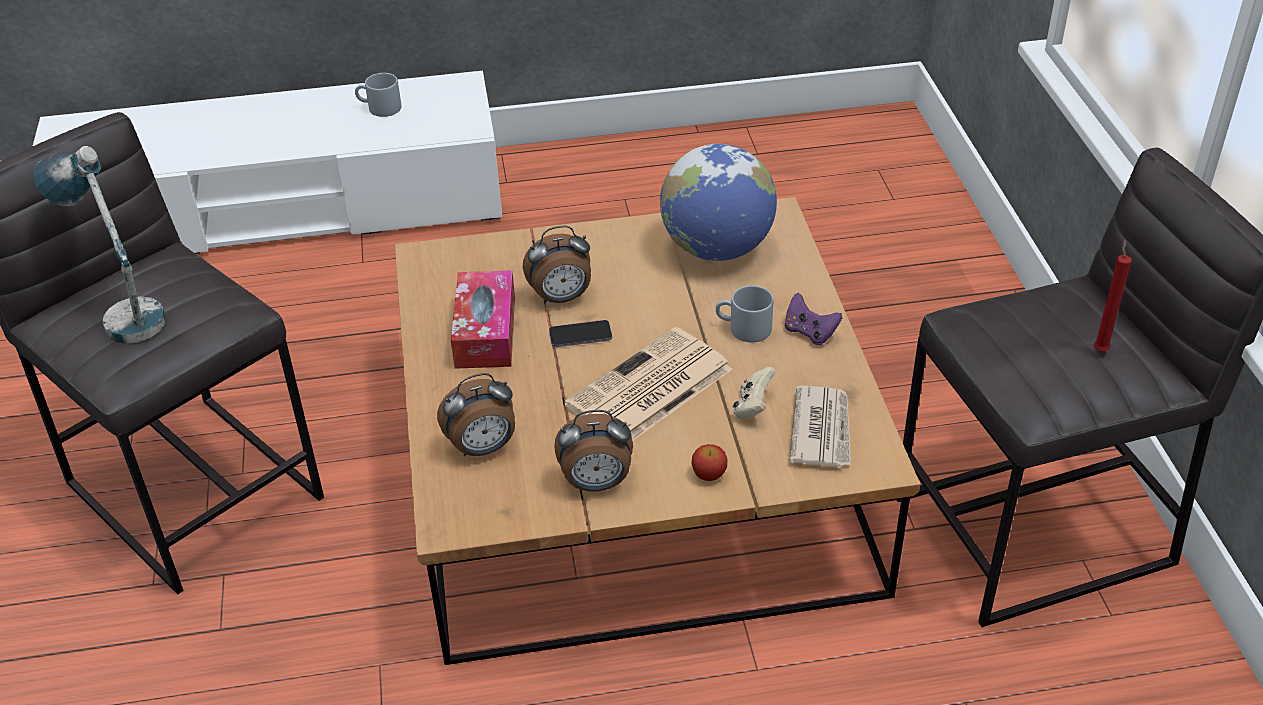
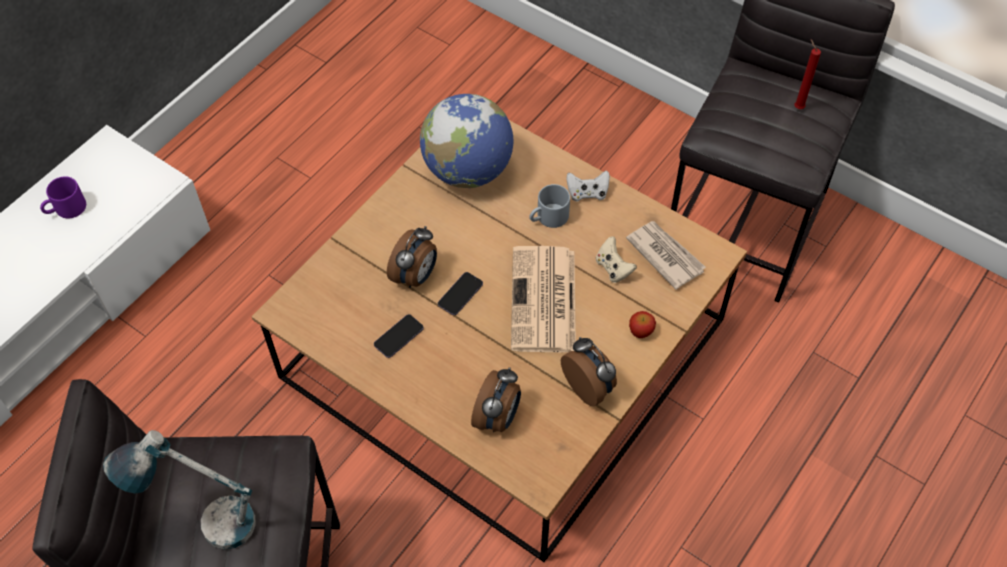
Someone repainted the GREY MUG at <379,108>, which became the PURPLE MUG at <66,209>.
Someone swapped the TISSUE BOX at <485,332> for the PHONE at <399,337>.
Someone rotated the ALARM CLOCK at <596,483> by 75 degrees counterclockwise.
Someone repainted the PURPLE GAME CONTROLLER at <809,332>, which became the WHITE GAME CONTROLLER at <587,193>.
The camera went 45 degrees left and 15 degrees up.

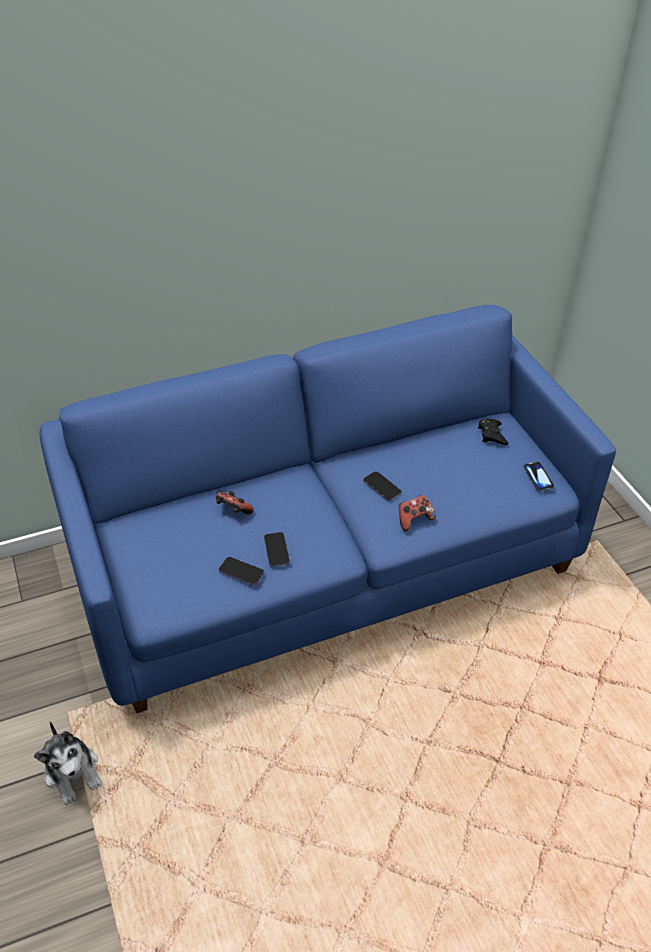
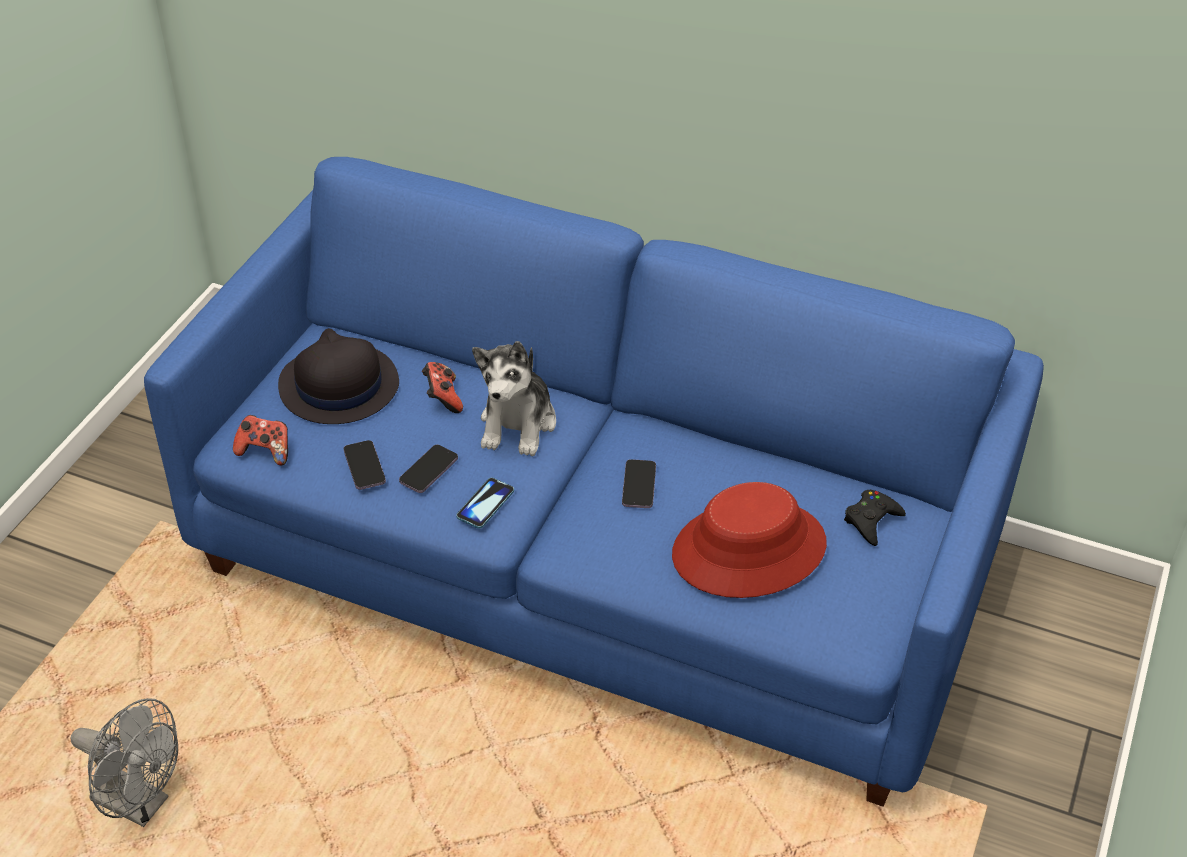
Someone put down the GREY FAN at <140,804>.
Someone carried the GAME CONTROLLER from <414,519> to <265,451>.
Someone put down the BLACK HAT at <338,385>.
Someone carried the PHONE from <538,477> to <485,504>.
Someone carried the PLUSH TOY from <73,772> to <518,424>.
Someone put down the RED HAT at <749,550>.
The camera went 45 degrees right and 0 degrees up.

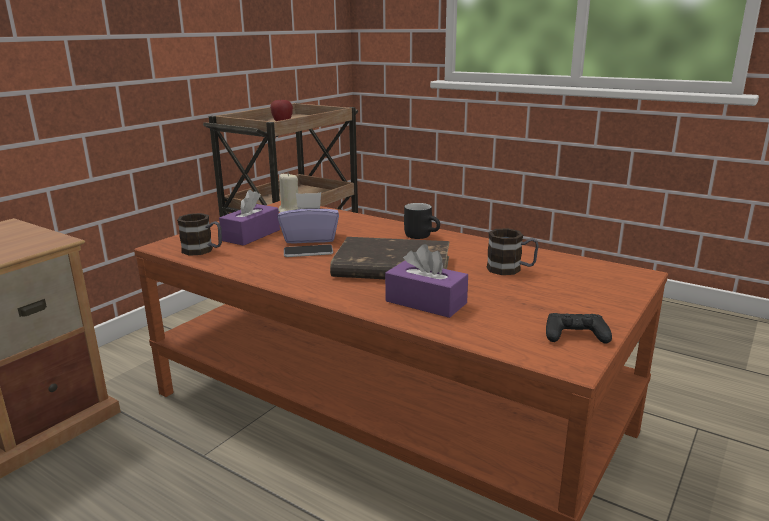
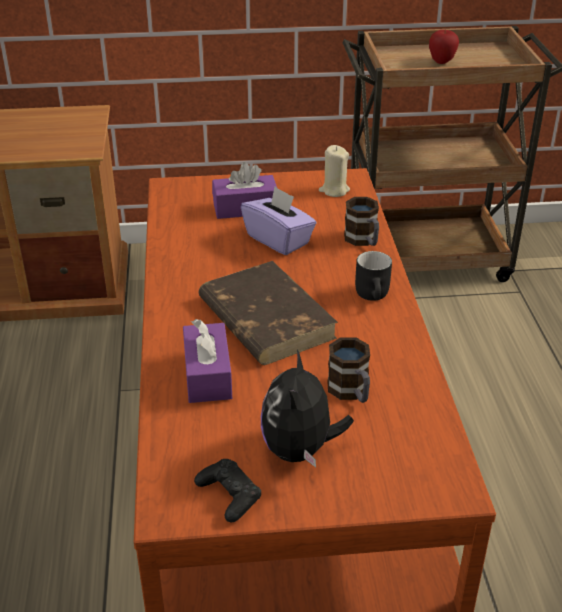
Someone put down the PLUSH TOY at <300,450>.
Someone carried the MUG from <203,250> to <363,241>.
Someone took away the PHONE at <308,252>.
The camera went 50 degrees right and 15 degrees up.

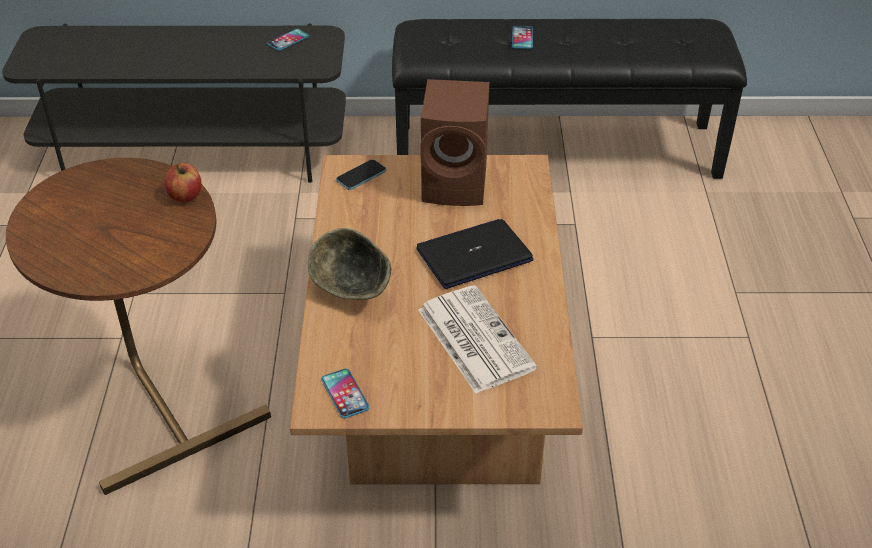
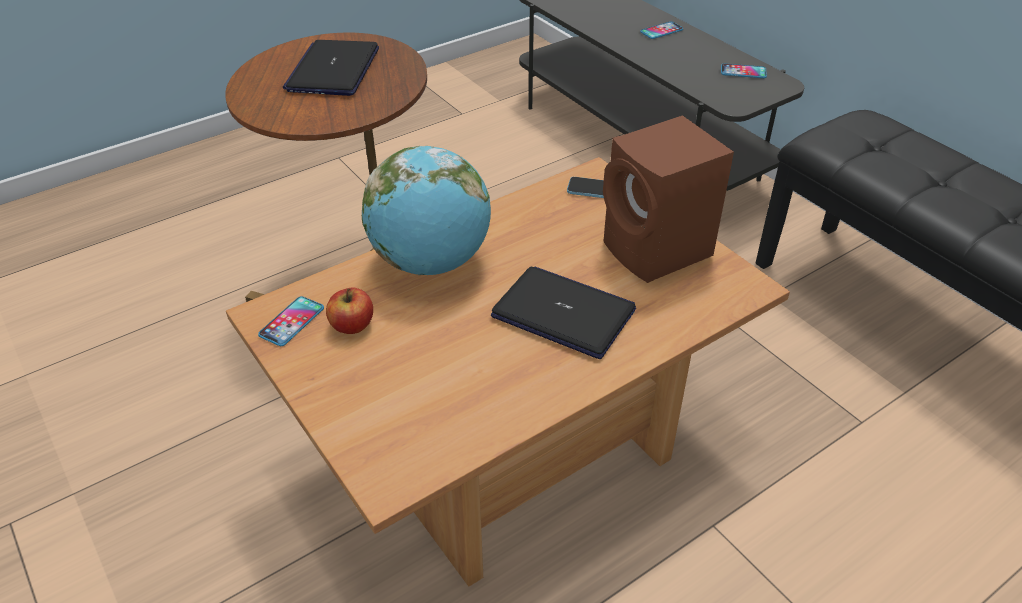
Someone put down the LAPTOP at <333,70>.
Someone carried the APPLE from <185,196> to <352,325>.
Someone swapped the BOWL at <353,292> for the GLOBE at <431,262>.
Someone carried the PHONE from <522,38> to <661,31>.
Someone took away the NEWSPAPER at <473,338>.
The camera went 55 degrees right and 0 degrees up.

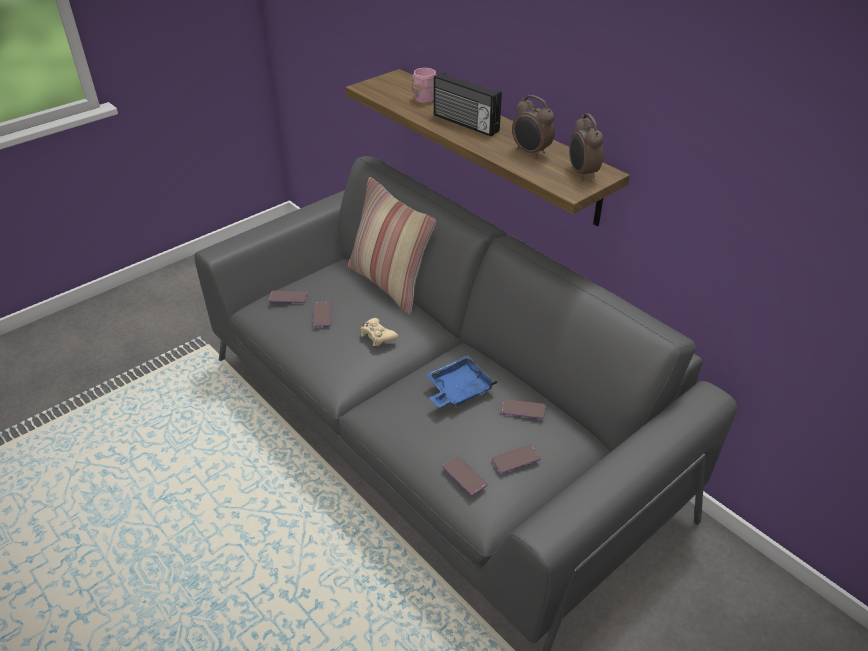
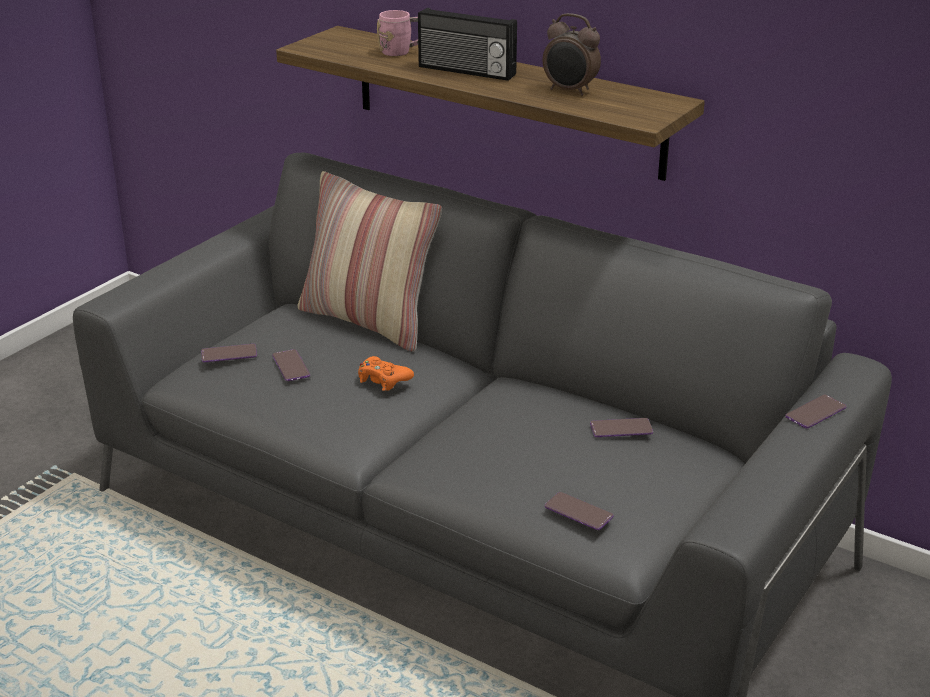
Someone repainted the BEIGE GAME CONTROLLER at <377,336>, which became the ORANGE GAME CONTROLLER at <383,379>.
Someone carried the PHONE from <516,459> to <815,412>.
Someone took away the BLUE TRAY at <458,390>.
Someone took away the ALARM CLOCK at <581,173>.
The camera went 15 degrees left and 10 degrees down.

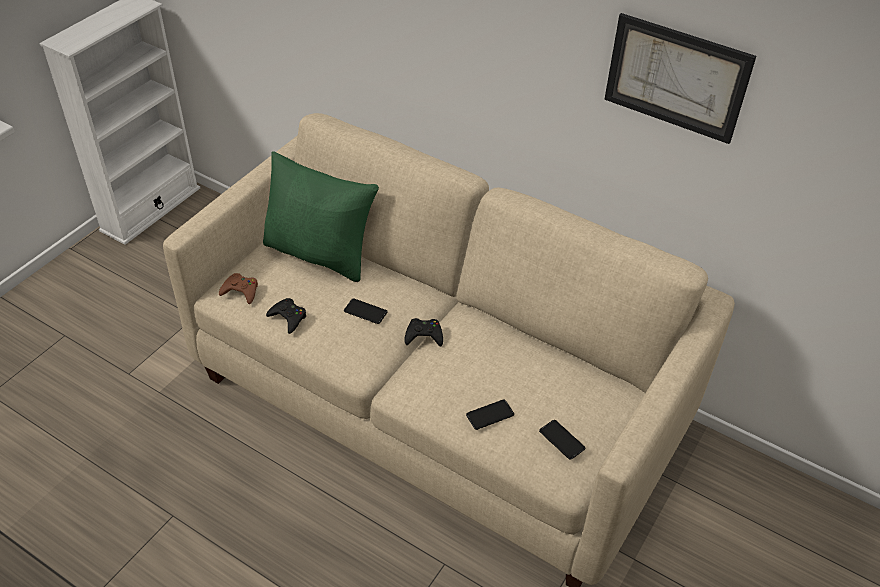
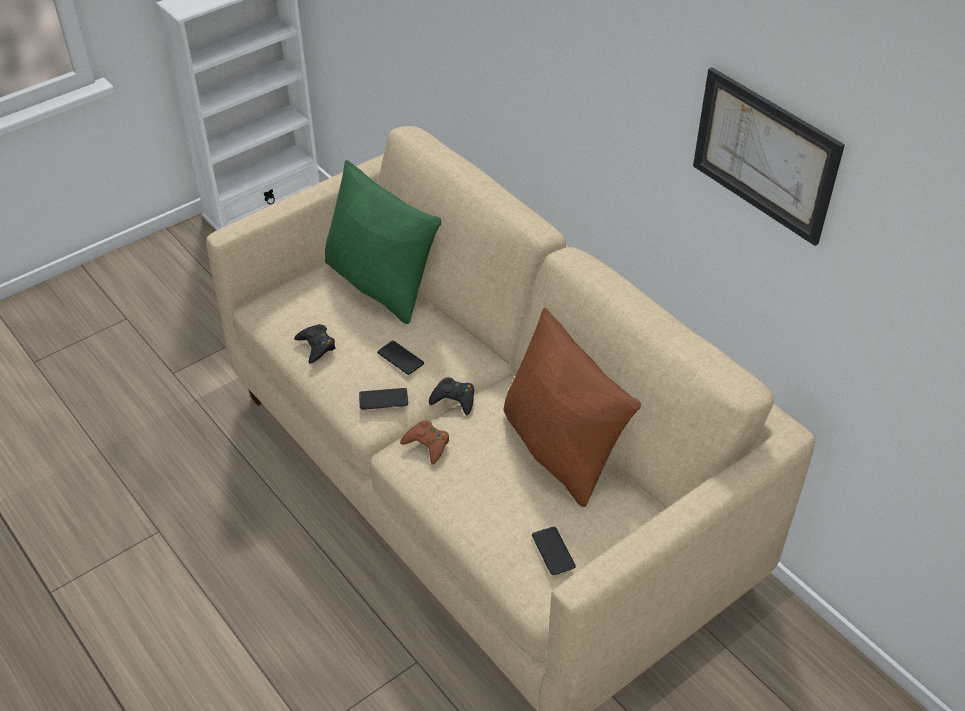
Someone carried the PHONE from <490,415> to <383,399>.
Someone carried the BROWN GAME CONTROLLER from <241,291> to <427,444>.
Someone put down the BROWN PILLOW at <561,450>.
The camera went 20 degrees right and 0 degrees up.

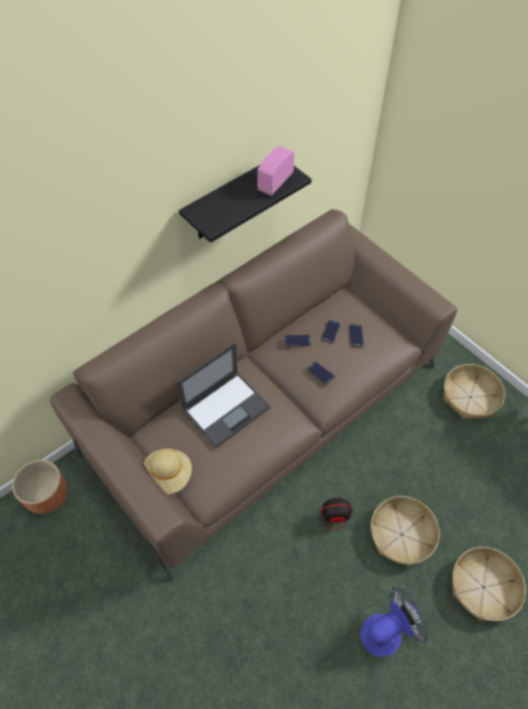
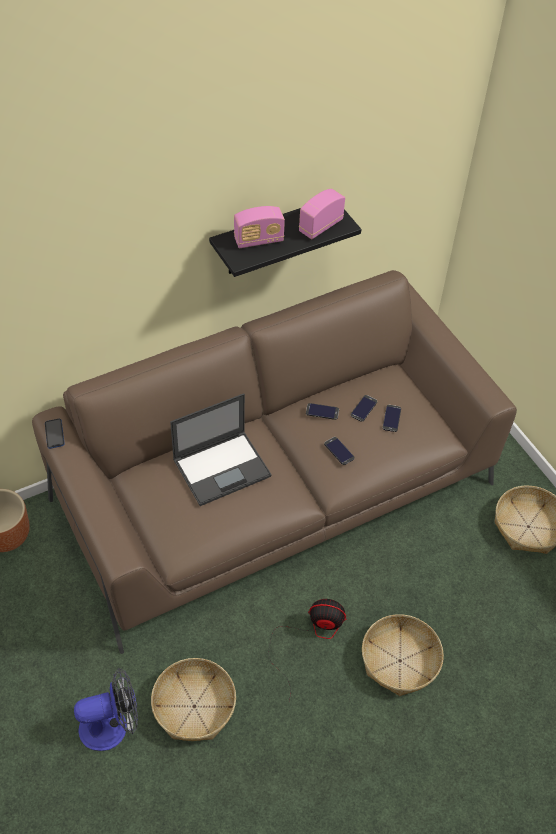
Someone put down the PHONE at <54,434>.
Someone carried the FAN from <387,630> to <112,725>.
Someone carried the BASKET from <483,587> to <194,706>.
Someone put down the RADIO at <258,240>.
Someone took away the BEIGE HAT at <168,476>.
The camera went 10 degrees right and 5 degrees down.

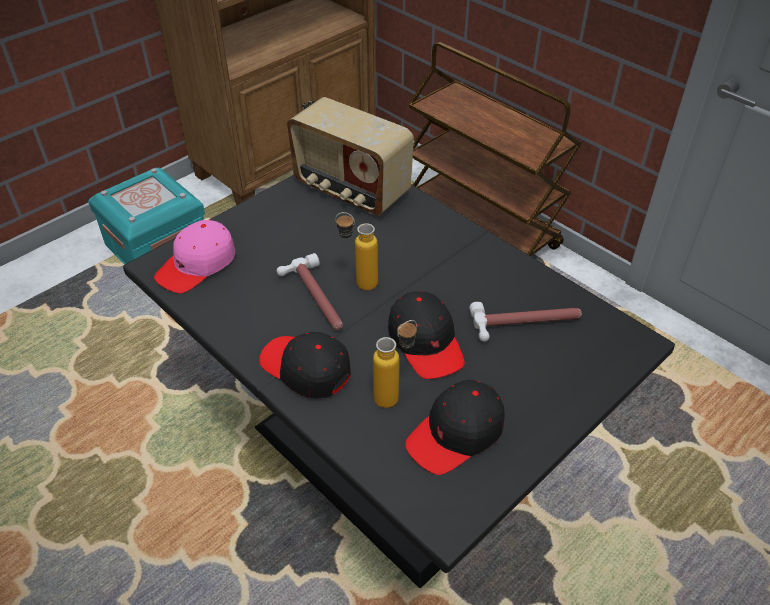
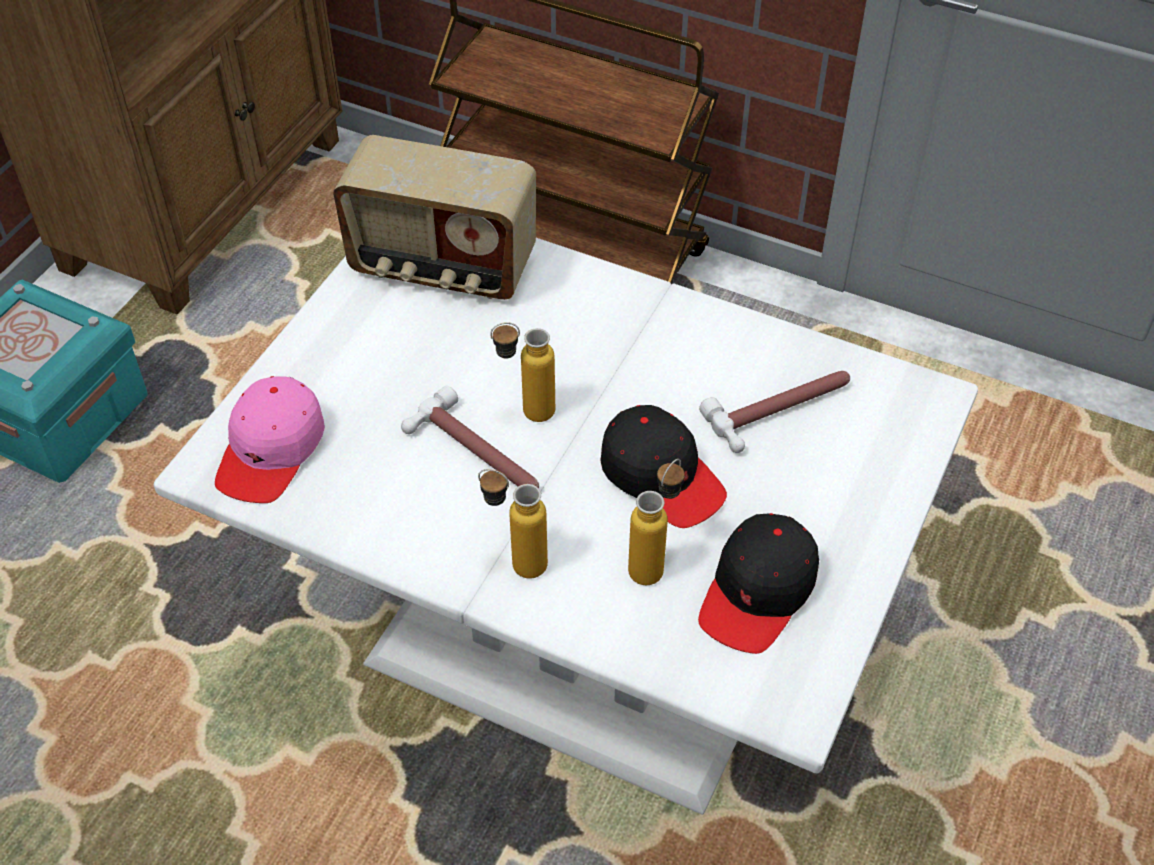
Someone repainted the BLACK DINING TABLE at <385,456>, which became the WHITE DINING TABLE at <577,647>.
Someone swapped the BLACK CAP at <305,369> for the BOTTLE at <515,562>.
The camera went 20 degrees left and 5 degrees up.

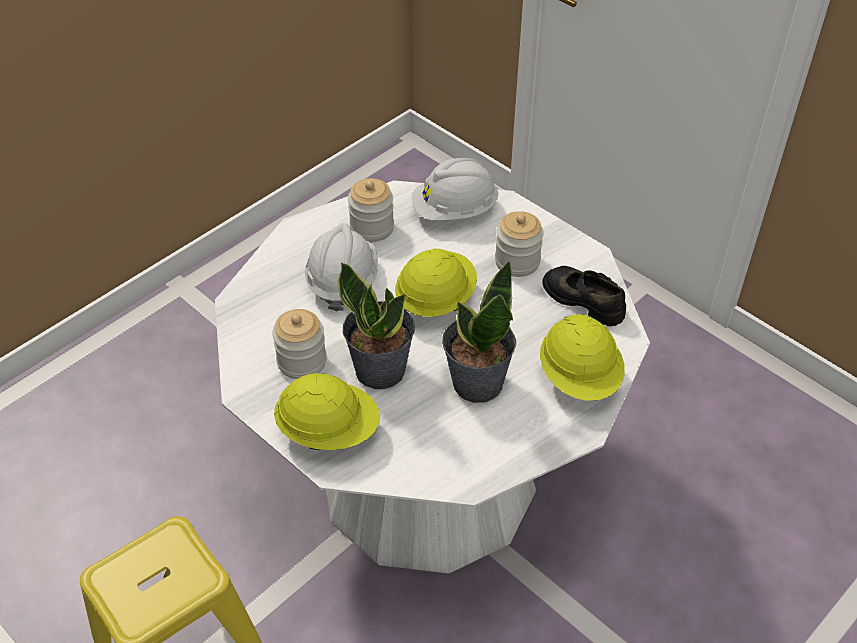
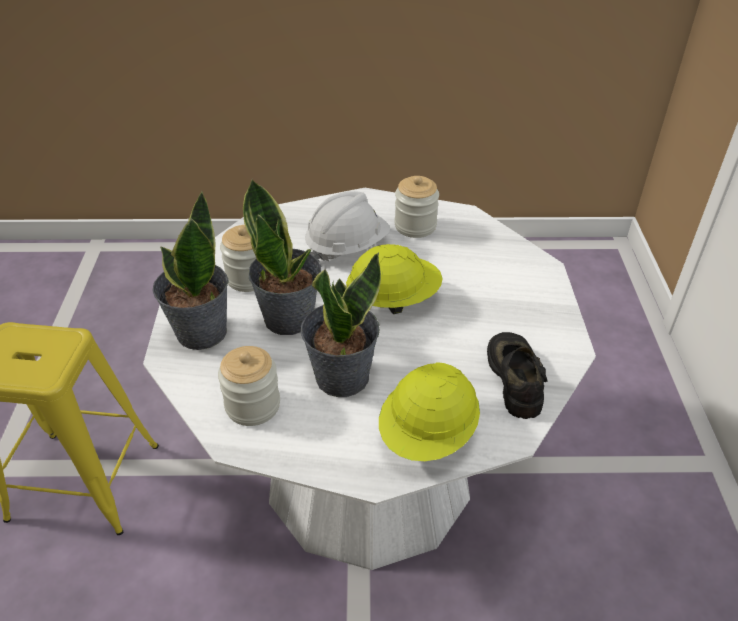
Someone swapped the YELLOW HARD HAT at <329,430> for the POTTED PLANT at <200,332>.
Someone carried the JAR from <517,262> to <253,405>.
Someone took away the WHITE HARD HAT at <454,211>.
The camera went 45 degrees right and 5 degrees down.

